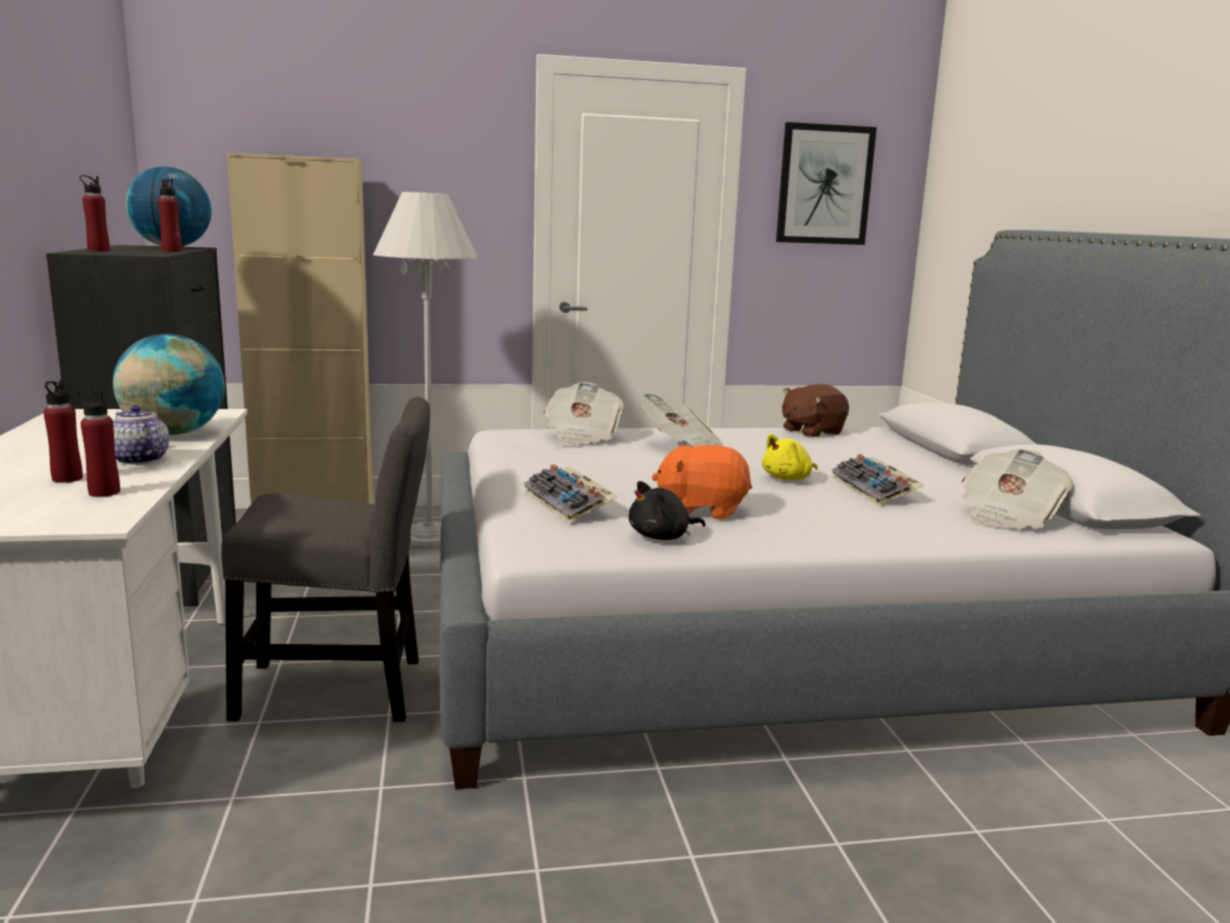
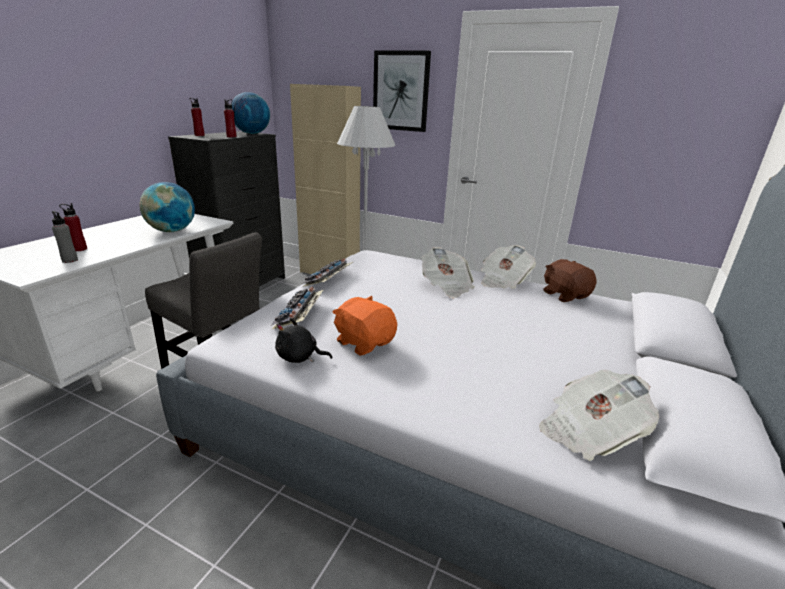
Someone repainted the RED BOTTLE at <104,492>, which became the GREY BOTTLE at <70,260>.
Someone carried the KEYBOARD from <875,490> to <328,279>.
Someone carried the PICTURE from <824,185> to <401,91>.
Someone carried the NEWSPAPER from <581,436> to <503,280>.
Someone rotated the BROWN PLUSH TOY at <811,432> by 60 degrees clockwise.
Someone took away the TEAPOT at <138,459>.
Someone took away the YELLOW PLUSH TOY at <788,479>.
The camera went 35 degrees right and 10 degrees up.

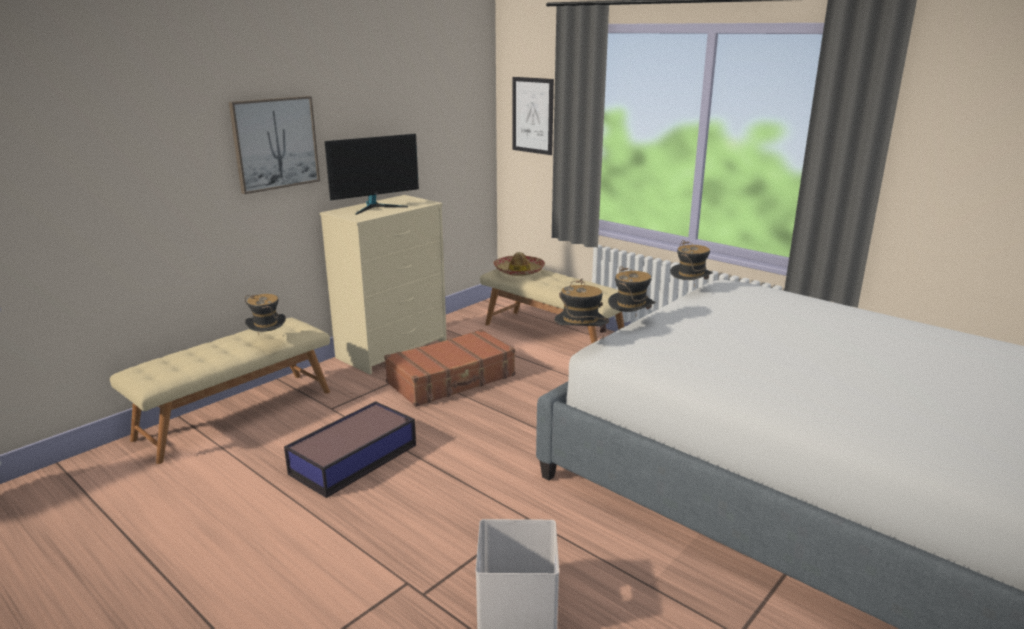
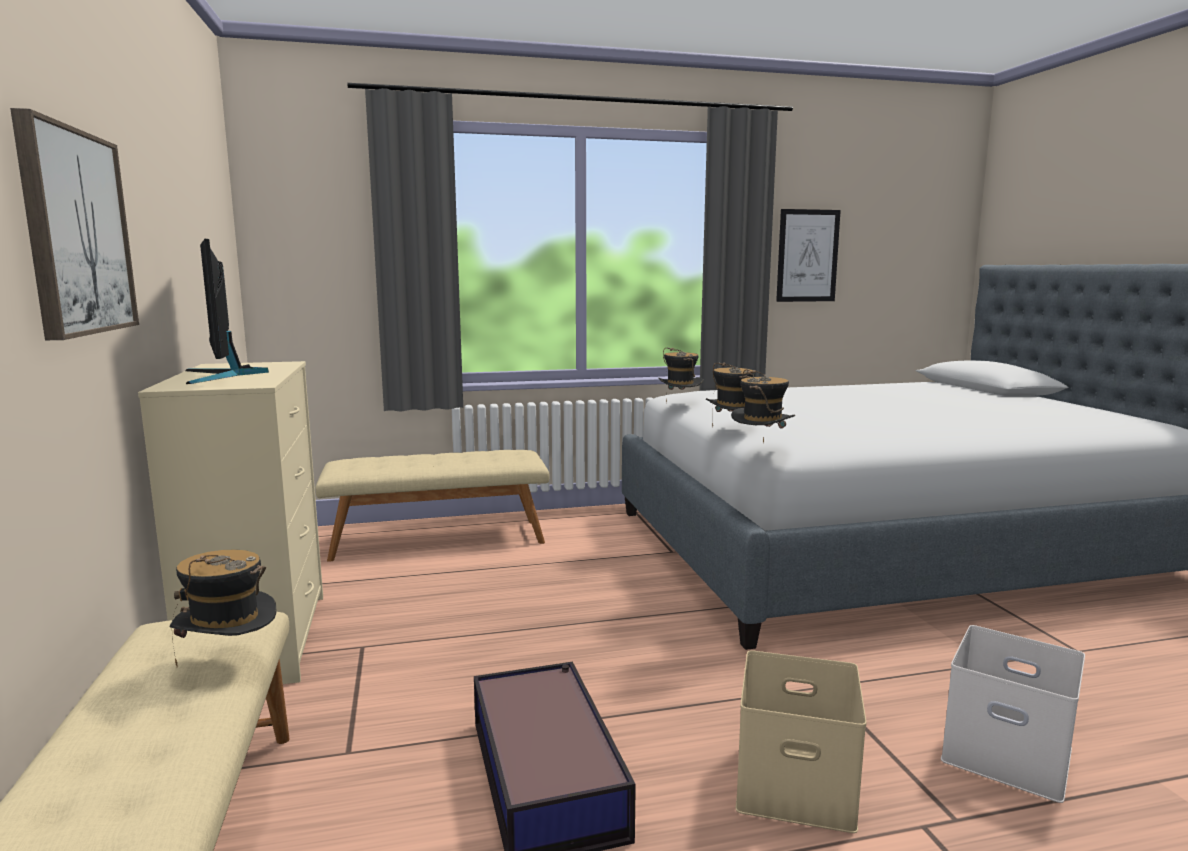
Someone rotated the MONITOR at <376,207> by 150 degrees clockwise.
Someone put down the BEIGE STORAGE BOX at <798,783>.
Someone carried the PICTURE from <532,115> to <807,256>.
Someone took away the BROWN SUITCASE at <452,379>.
Someone took away the HAT at <518,271>.
The camera went 55 degrees left and 10 degrees down.

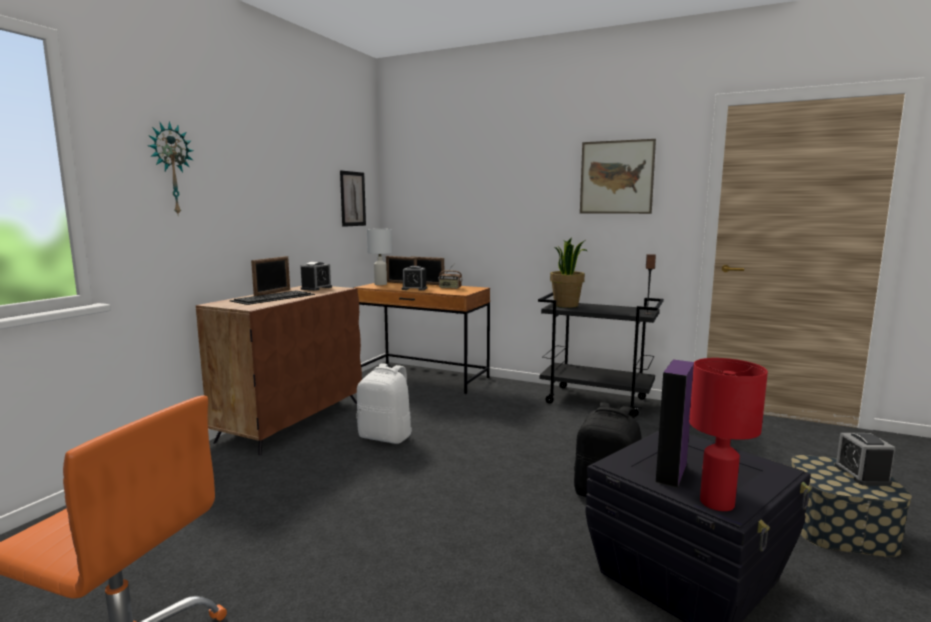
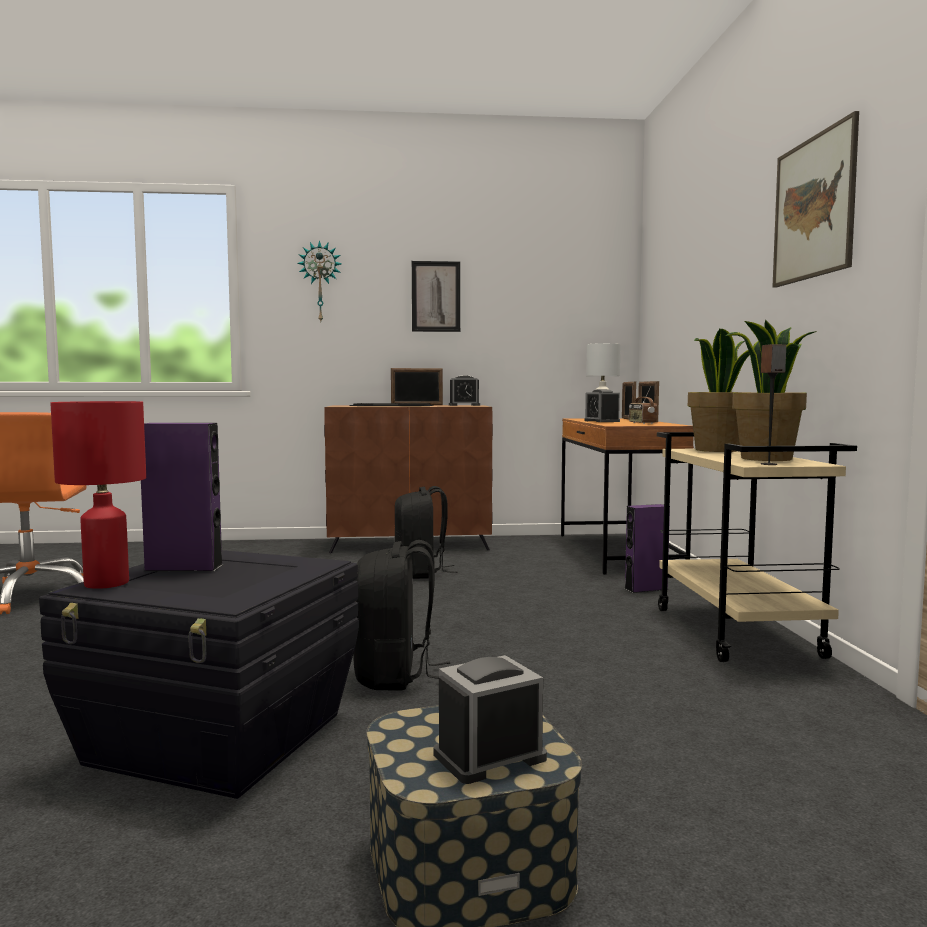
Someone repainted the WHITE BACKPACK at <386,437>, which became the BLACK BACKPACK at <421,573>.
Someone carried the PICTURE from <352,199> to <436,296>.
Someone put down the PURPLE SPEAKER at <646,589>.
Someone repainted the BLACK CART at <597,401>, which became the BEIGE CART at <738,632>.
Someone put down the POTTED PLANT at <766,459>.
The camera went 60 degrees right and 5 degrees down.

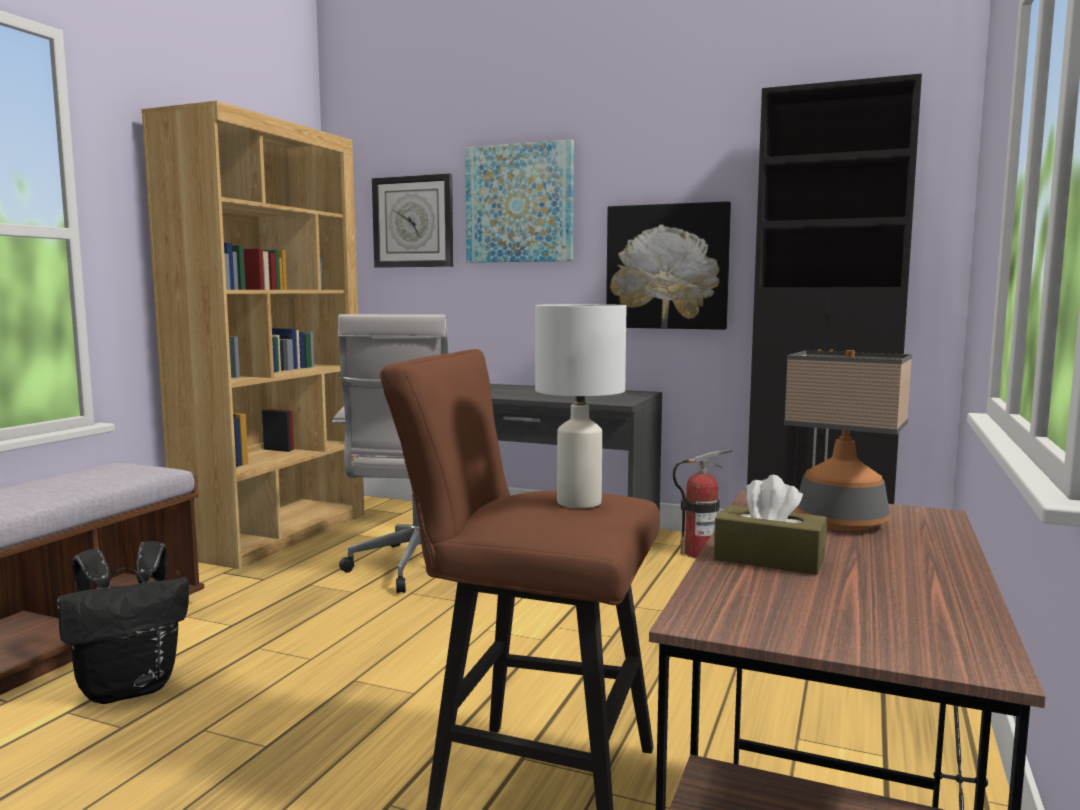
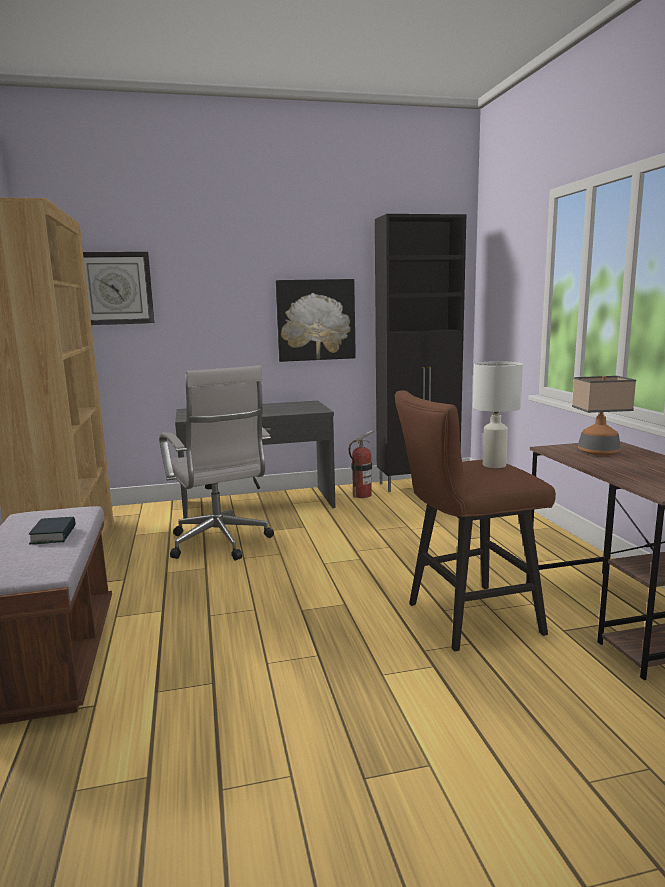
Someone put down the BOOK at <53,535>.
Someone took away the BLACK BACKPACK at <131,688>.
Someone took away the PICTURE at <519,203>.
Someone took away the BROWN TISSUE BOX at <769,559>.
The camera went 35 degrees left and 5 degrees up.

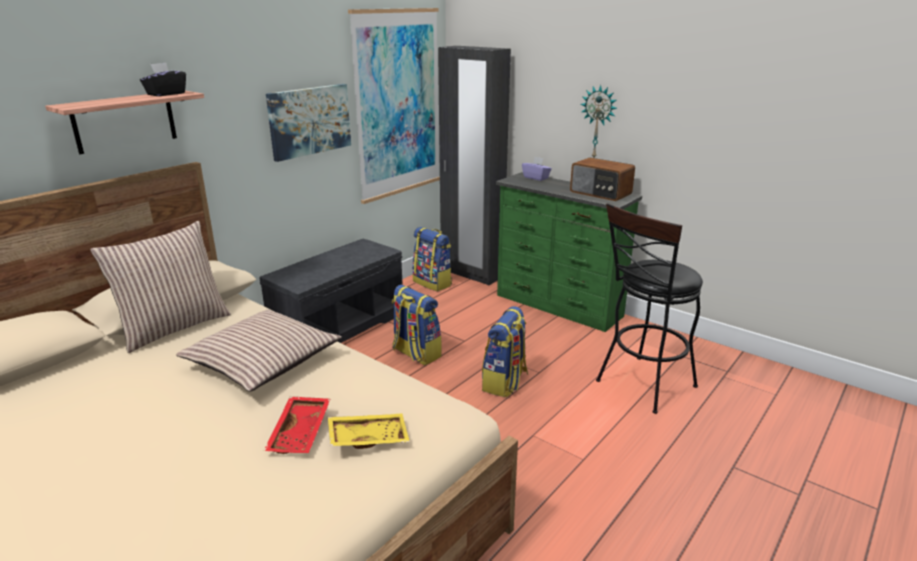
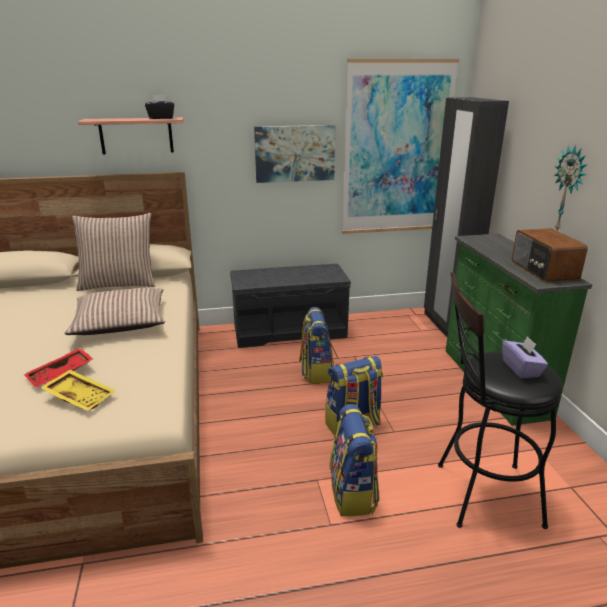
Someone carried the BACKPACK from <433,283> to <353,493>.
Someone carried the PURPLE TISSUE BOX from <536,178> to <521,369>.
The camera went 40 degrees right and 0 degrees up.

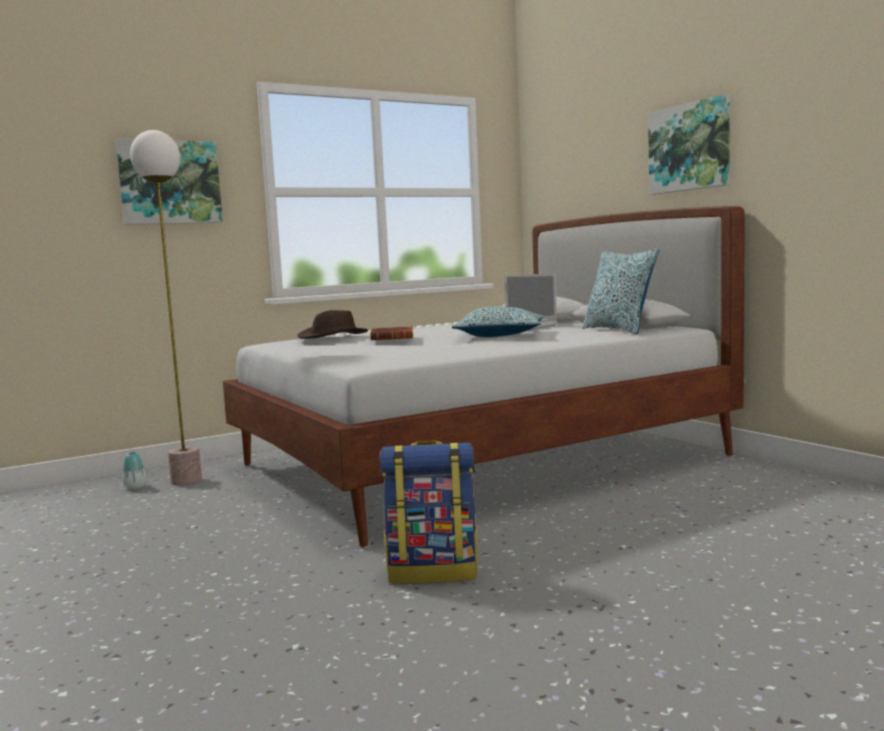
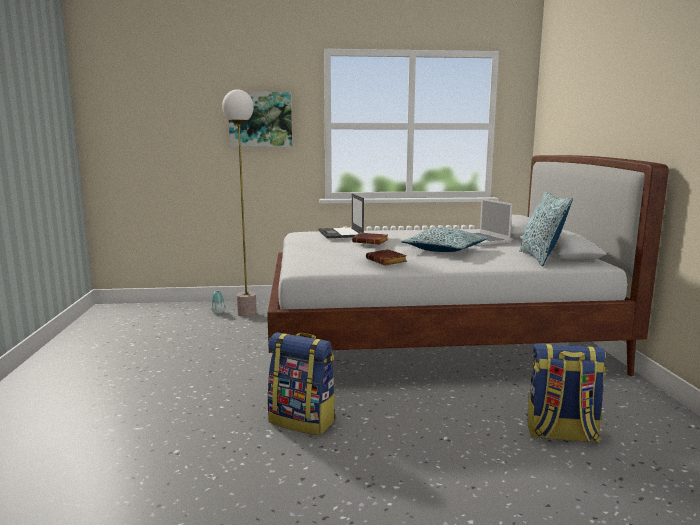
Someone swapped the BROWN HAT at <333,336> for the LAPTOP at <341,233>.
Someone put down the BROWN BOOK at <387,261>.
Someone put down the BACKPACK at <561,434>.
Someone took away the PICTURE at <690,147>.
The camera went 25 degrees right and 5 degrees up.

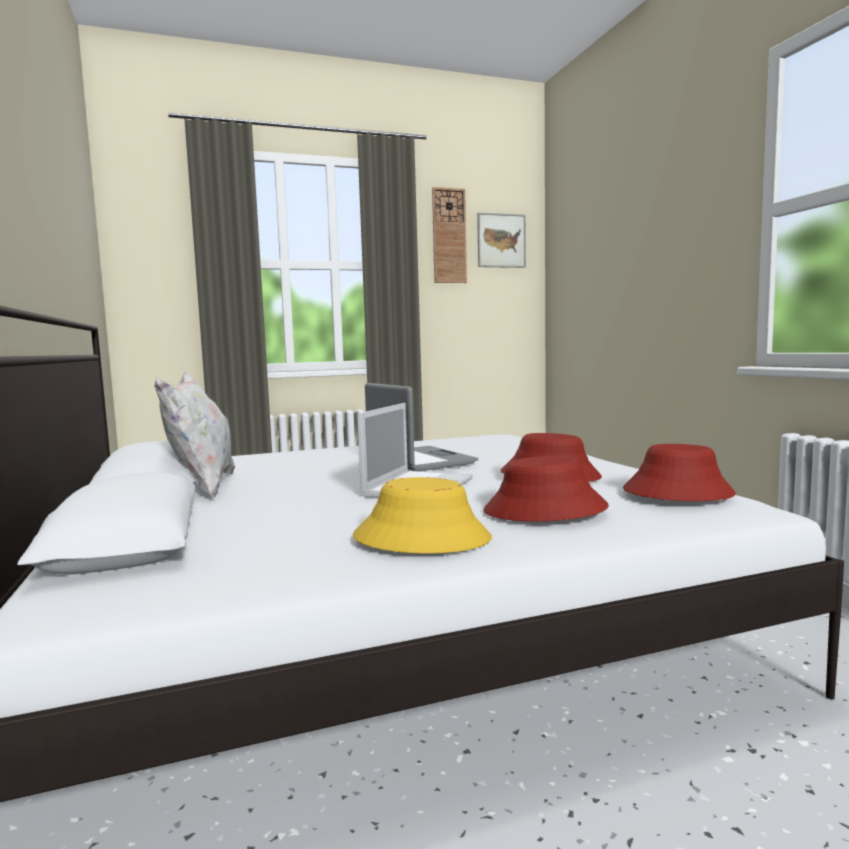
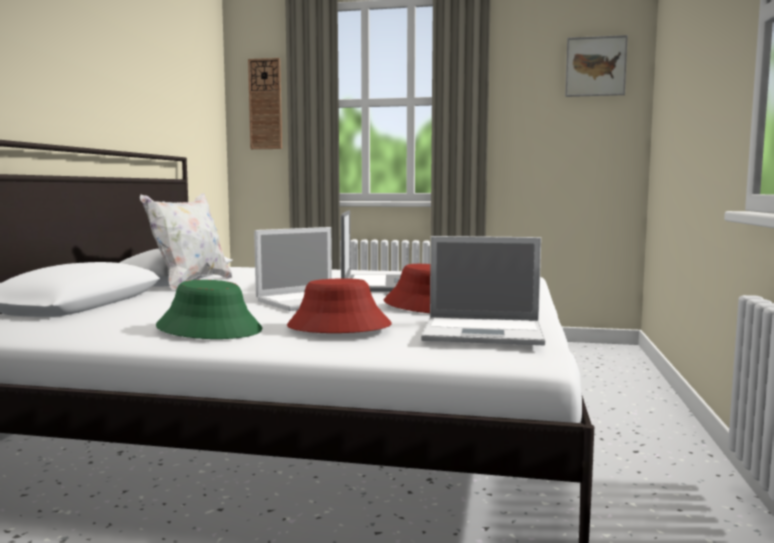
Someone repainted the YELLOW HAT at <422,538>, which became the GREEN HAT at <209,329>.
Someone carried the WALL CLOCK from <449,236> to <265,104>.
Someone swapped the RED HAT at <677,492> for the LAPTOP at <485,332>.
The camera went 30 degrees right and 0 degrees up.

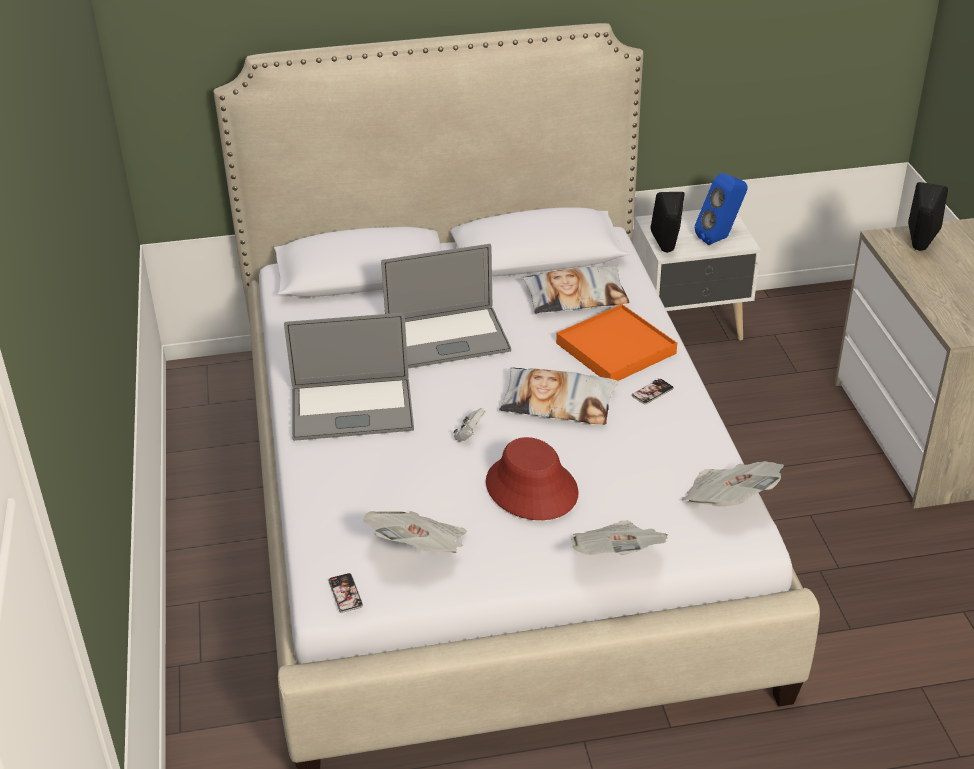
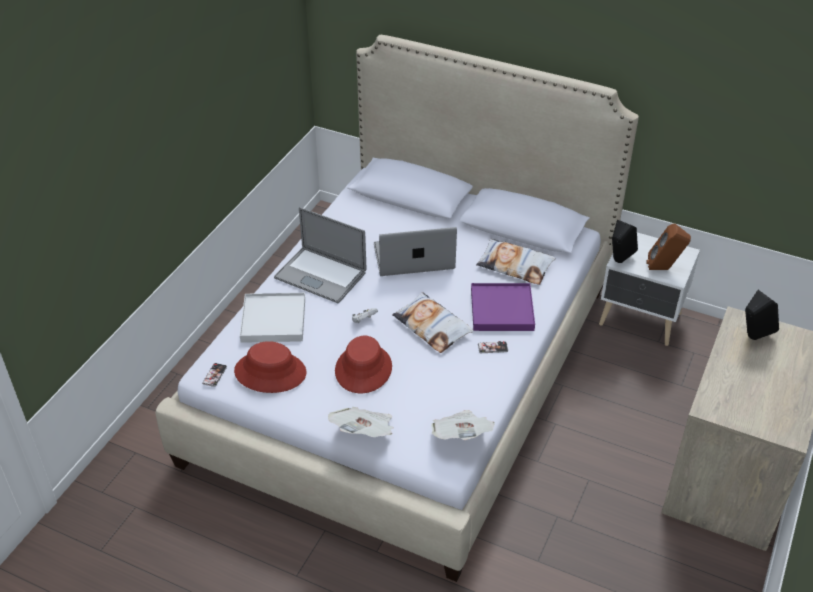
Someone swapped the NEWSPAPER at <420,550> for the RED HAT at <270,372>.
Someone put down the WHITE TRAY at <273,320>.
Someone rotated the LAPTOP at <447,338> by 150 degrees clockwise.
Someone repainted the ORANGE TRAY at <615,348>, which became the PURPLE TRAY at <501,310>.
Someone repainted the BLUE SPEAKER at <720,239>, which became the BROWN SPEAKER at <664,269>.
The camera went 35 degrees right and 5 degrees up.

